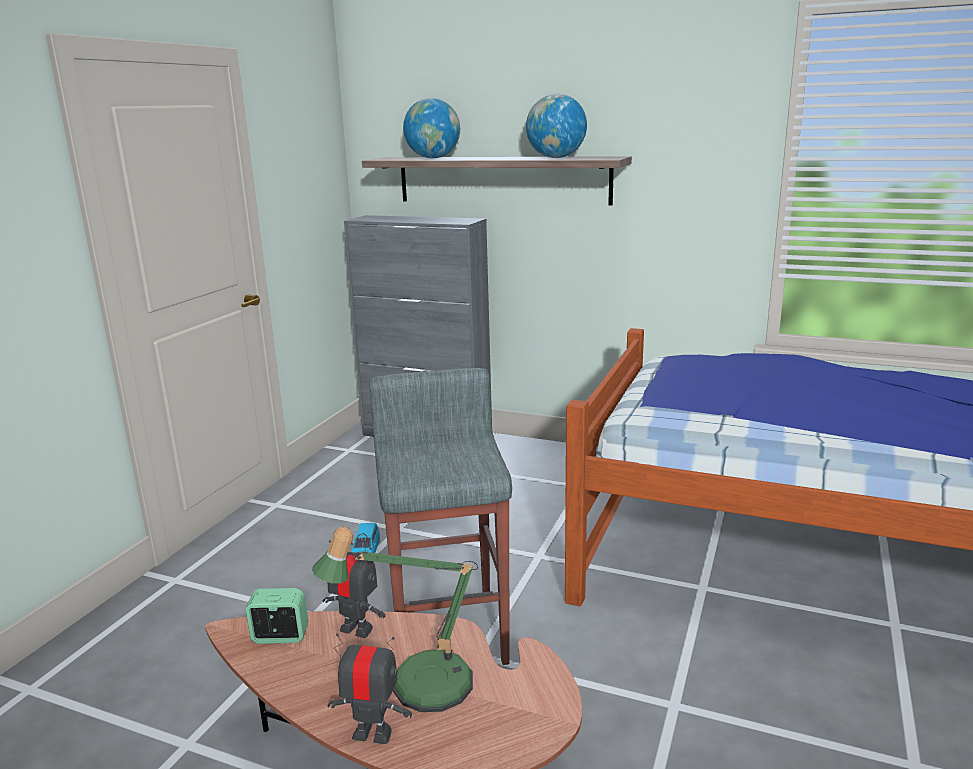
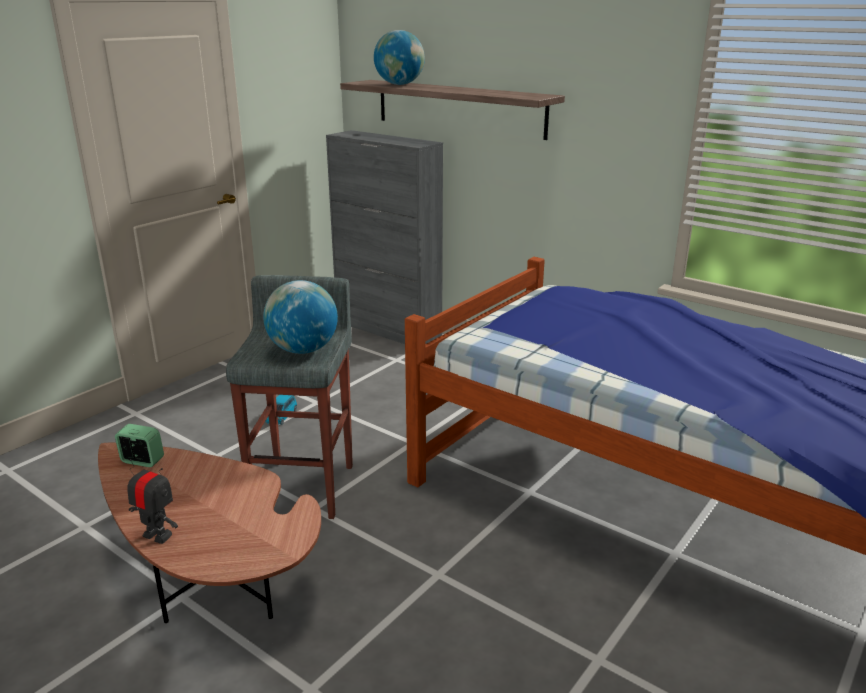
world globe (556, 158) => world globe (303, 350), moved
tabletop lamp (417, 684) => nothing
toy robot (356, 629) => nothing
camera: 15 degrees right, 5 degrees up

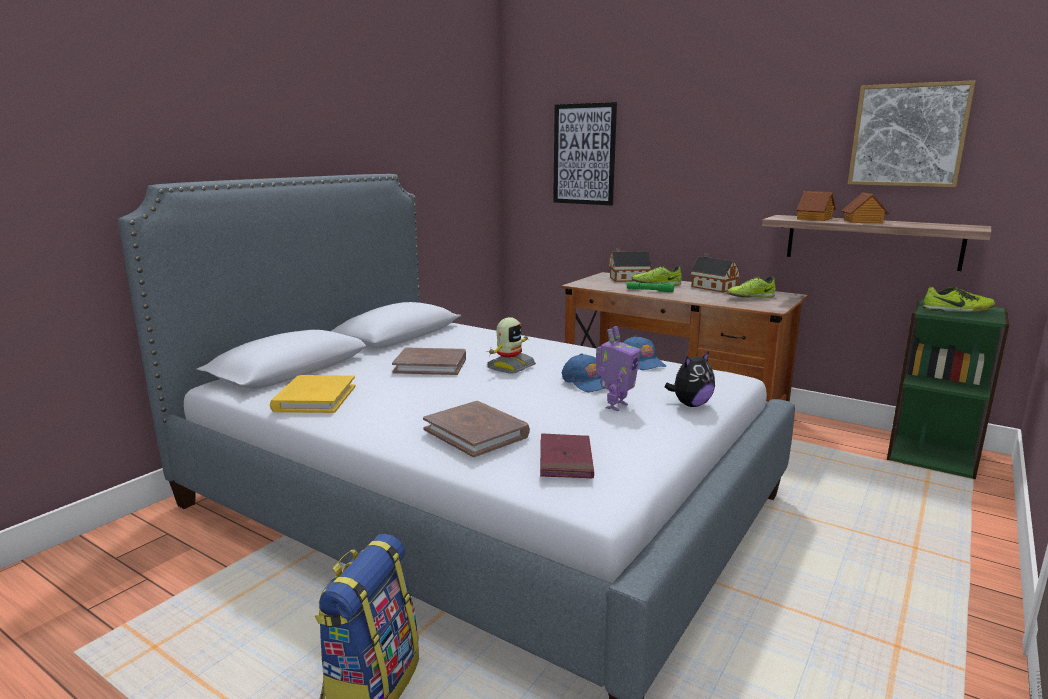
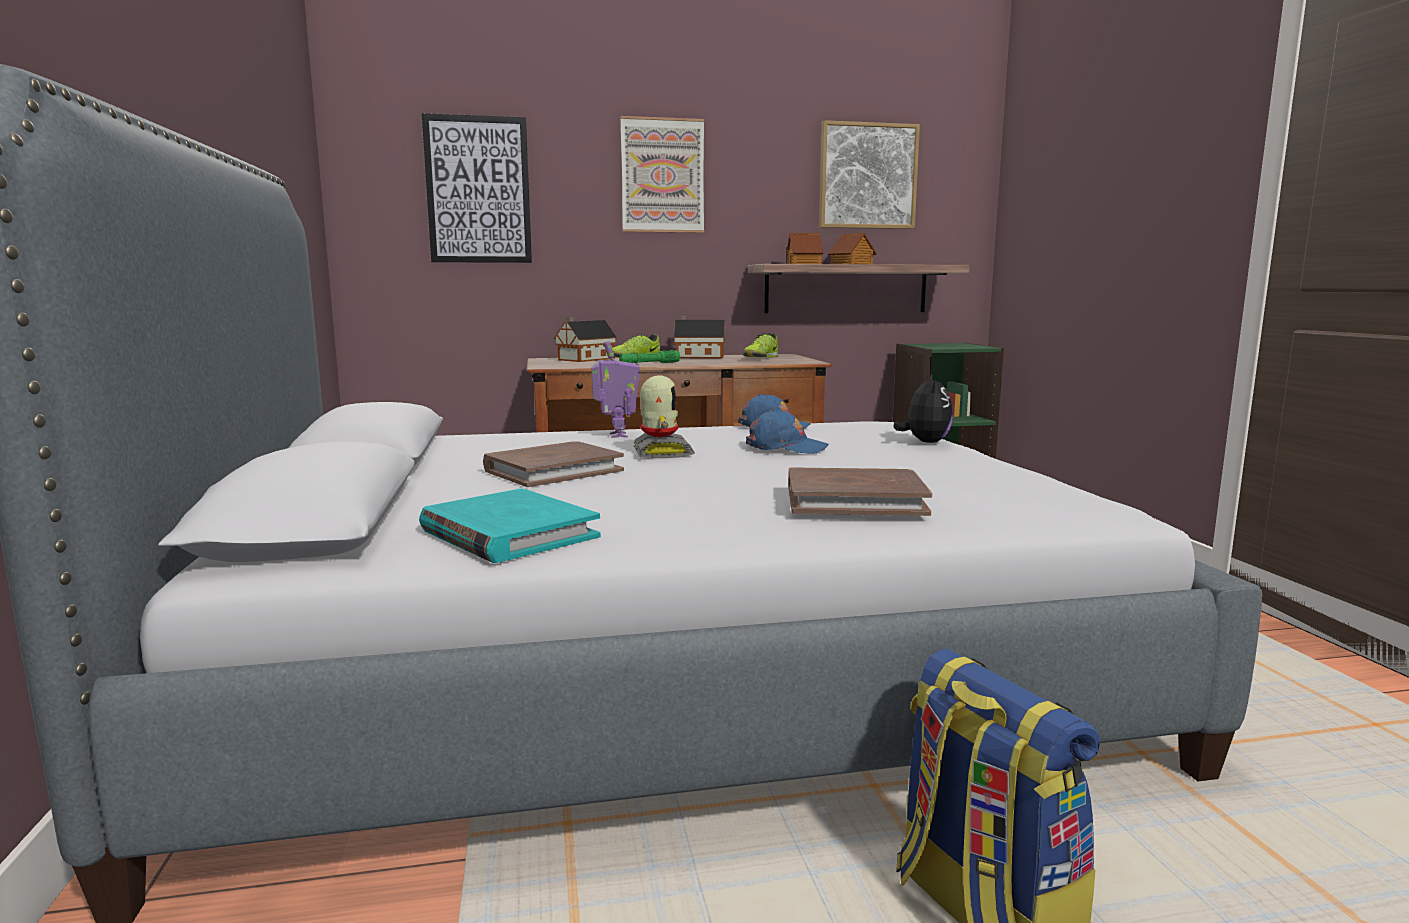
low shoe (957, 310) => nothing
toy robot (615, 406) => toy robot (616, 435), moved
yellowish bound book (315, 398) => turquoise bound book (508, 533)
red bound book (565, 460) => nothing
nothing => picture (662, 176)
camera: 45 degrees left, 5 degrees down

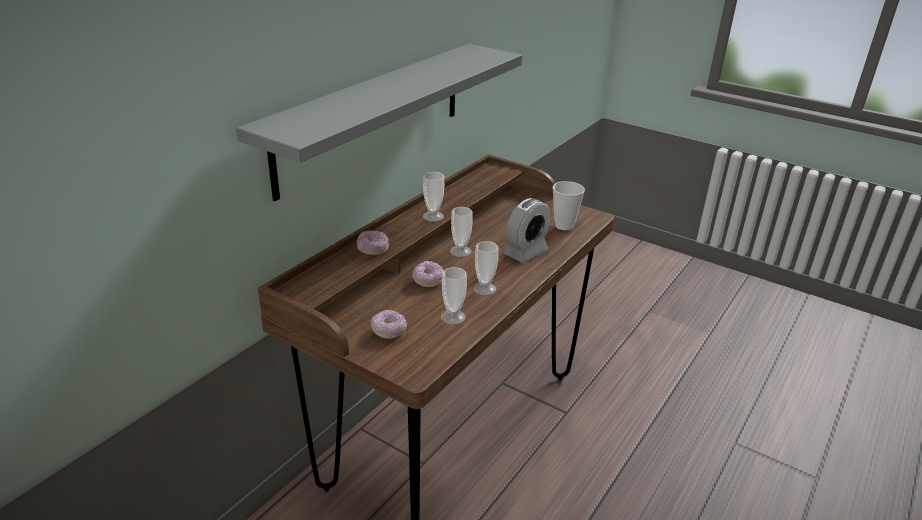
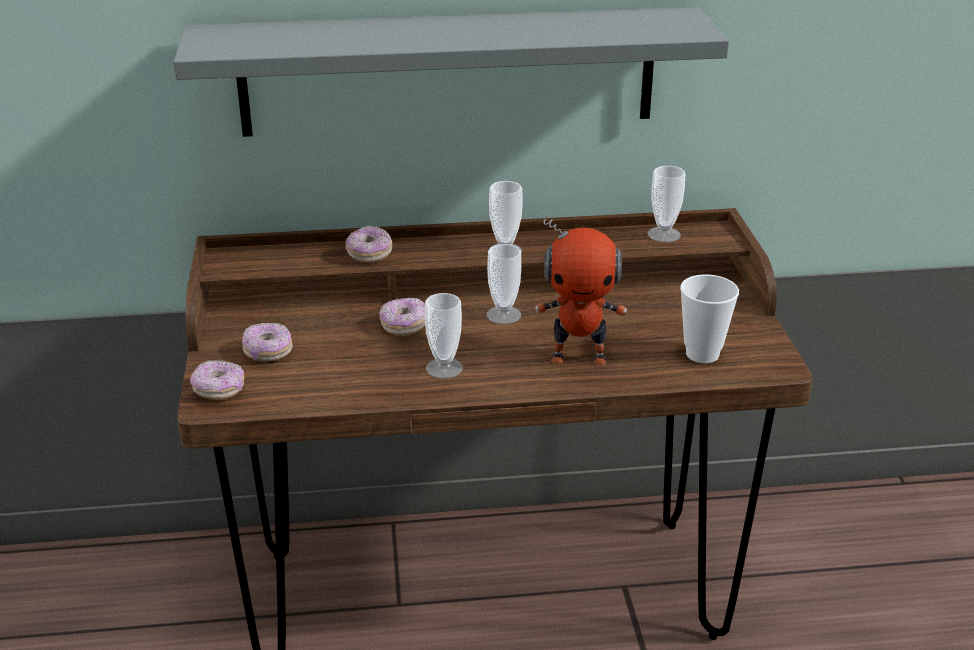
alarm clock (526, 252) => toy robot (578, 357)
small cup (453, 317) => small cup (664, 234), moved
nothing => ring doughnut (219, 390)
camera: 50 degrees right, 0 degrees up

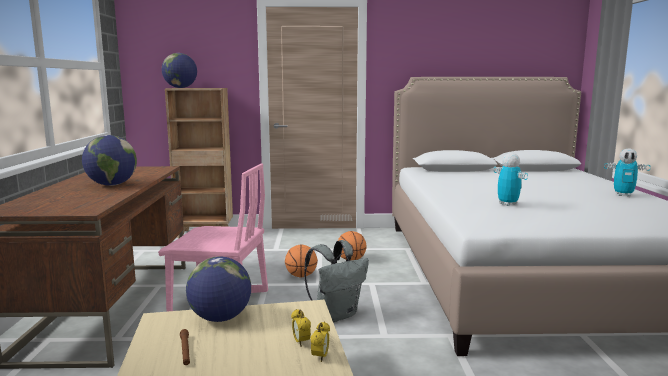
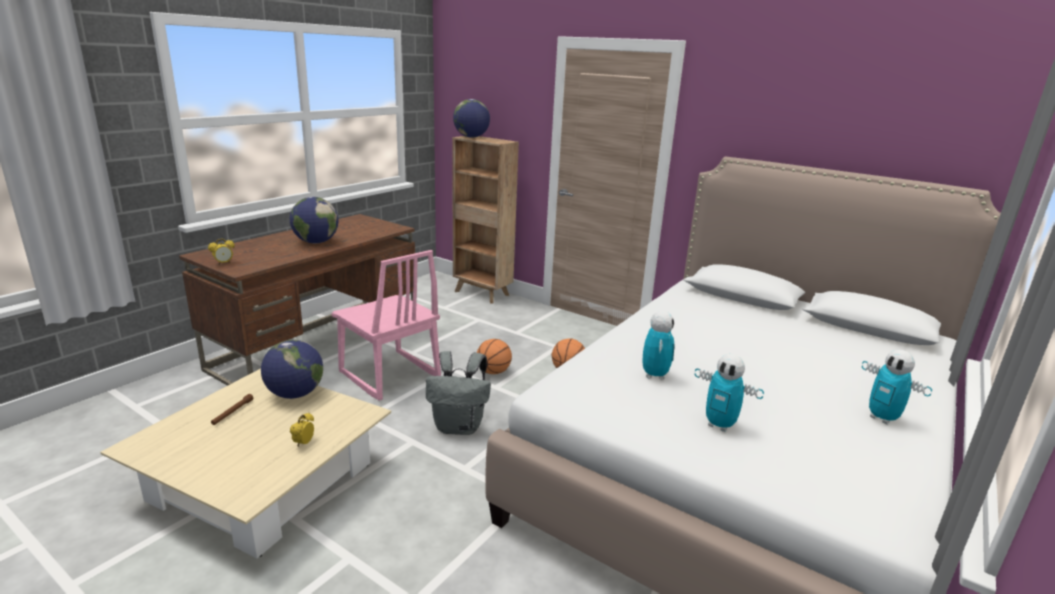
alarm clock (320, 357) => alarm clock (224, 263), moved
nothing => toy robot (719, 425)
camera: 35 degrees right, 10 degrees up

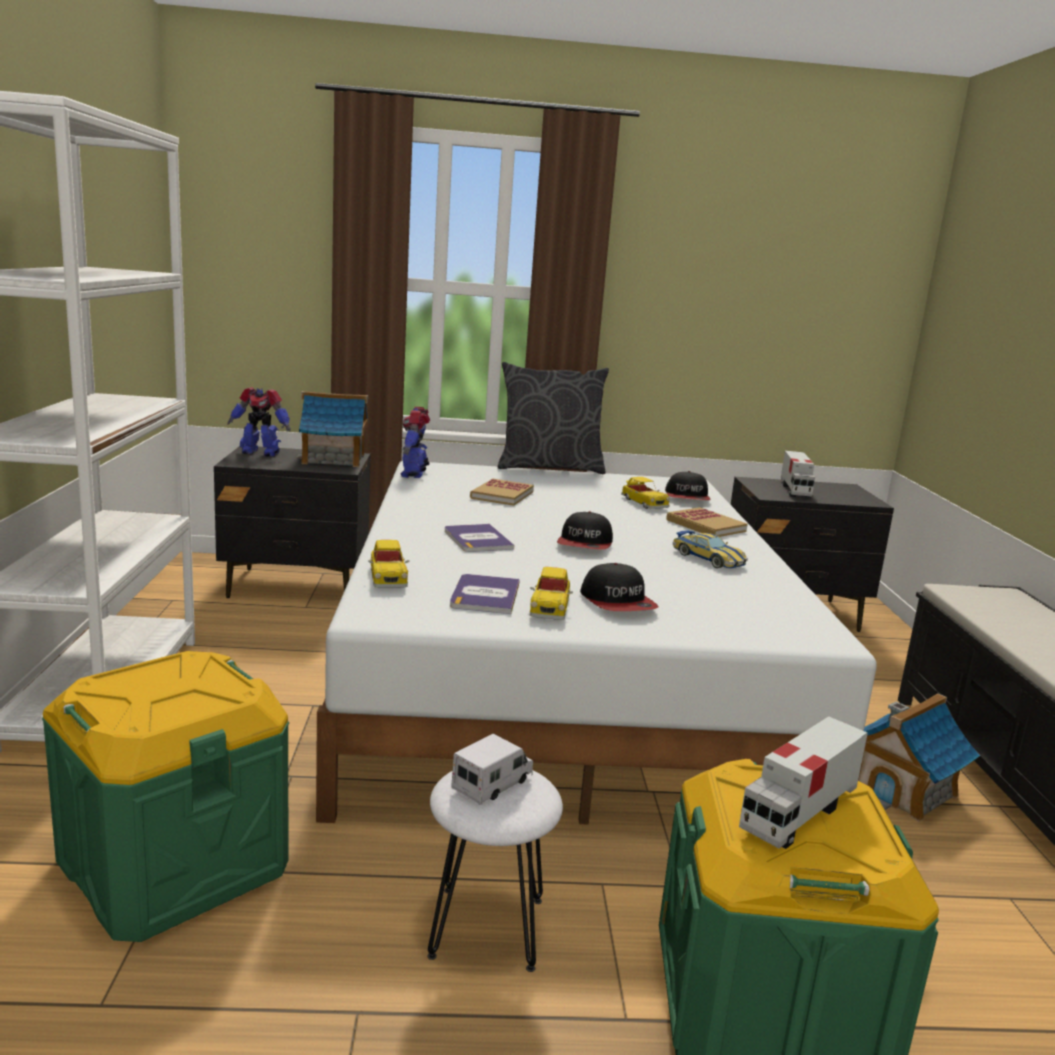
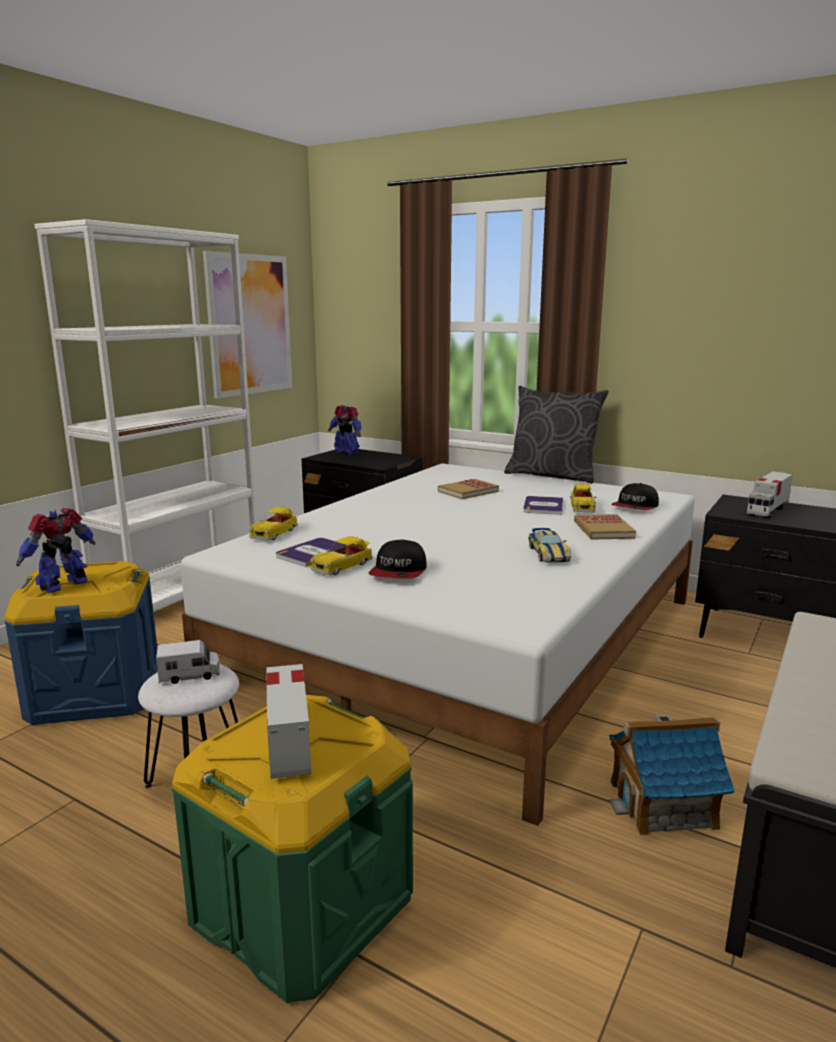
miniature house (334, 459) => nothing
toy robot (414, 473) => toy robot (65, 585), moved
baseball cap (585, 544) => nothing
bound book (477, 539) => bound book (543, 506), moved
green-coloured storage container (174, 864) => blue storage container (96, 692)
toy truck (798, 813) => toy truck (288, 739), 90 degrees clockwise
nothing => picture (249, 325)
camera: 35 degrees right, 0 degrees up

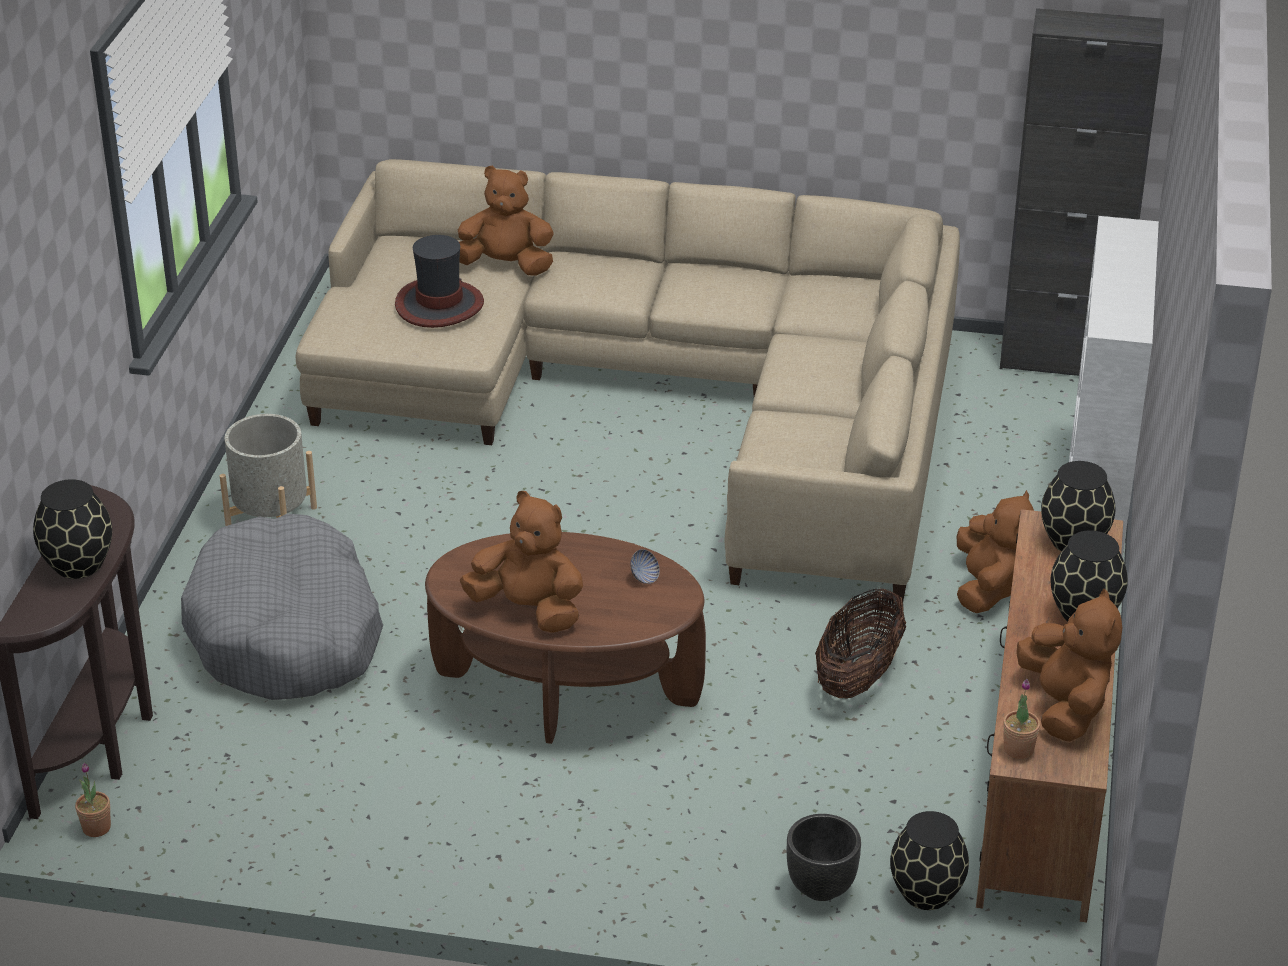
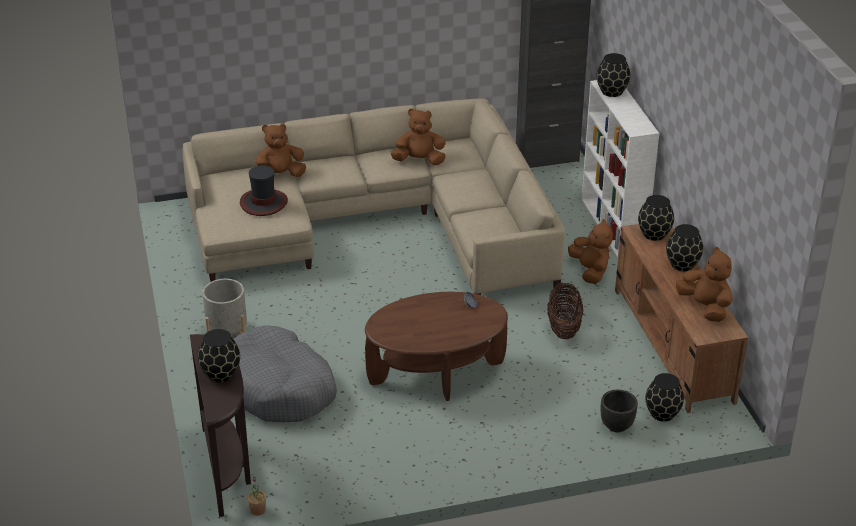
brownish soft toy (528, 610) => brownish soft toy (419, 161), moved
plant in a pot (1018, 749) => nothing
nothing => black flower vase (611, 91)
camera: 25 degrees left, 0 degrees up

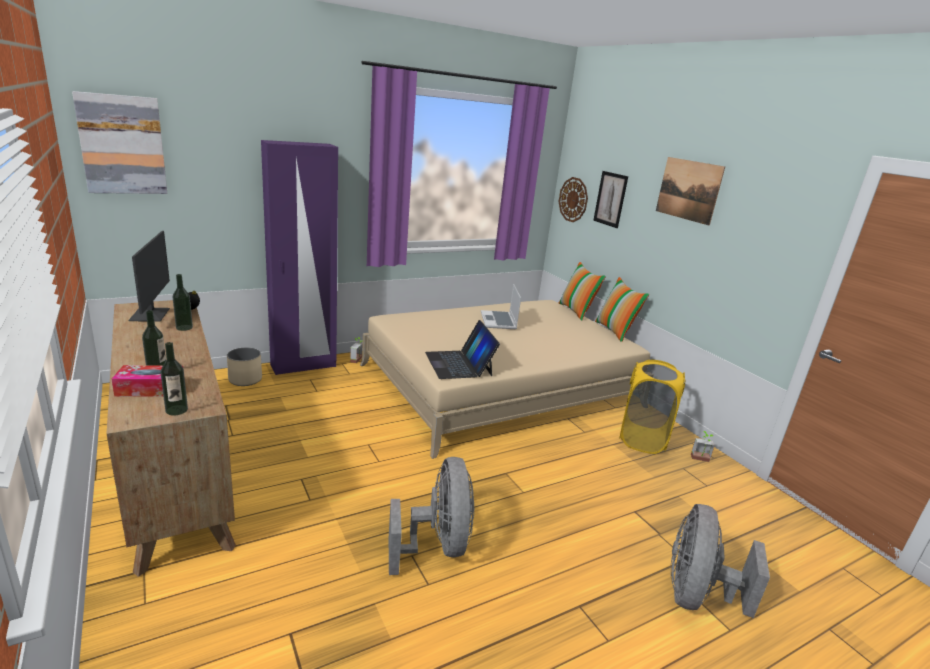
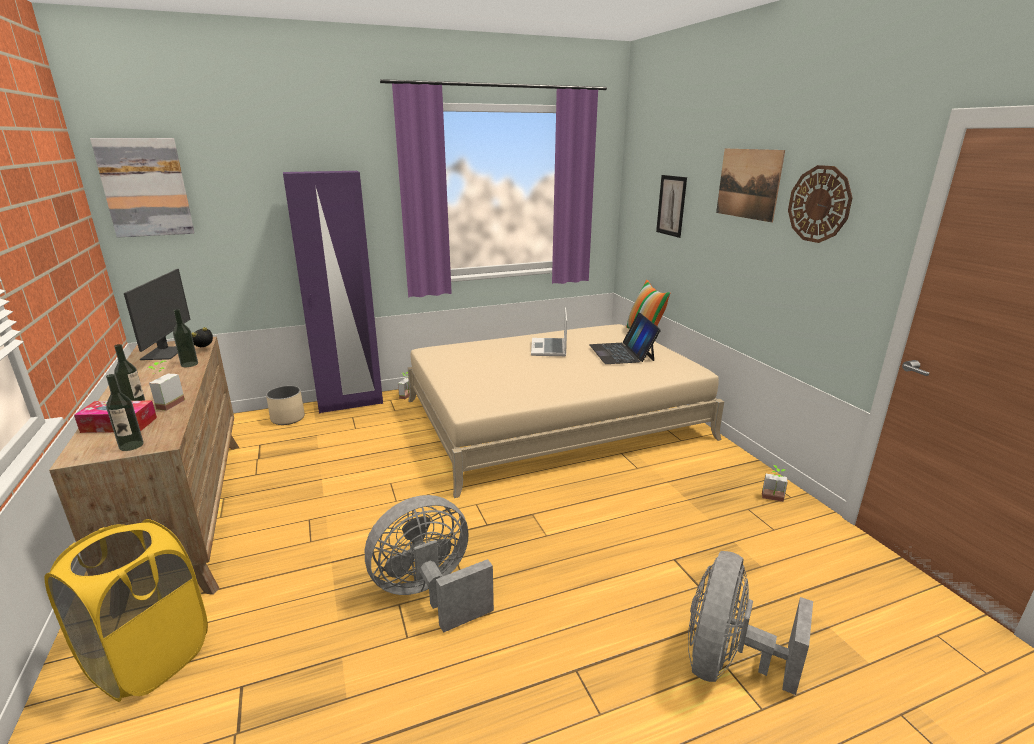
wall clock (573, 199) => wall clock (819, 204), moved
pillow (615, 331) => nothing
portable computer (459, 364) => portable computer (622, 353), moved
yellowish laundry basket (642, 439) => yellowish laundry basket (149, 659), moved
gray fan (437, 545) => gray fan (430, 594), 120 degrees counterclockwise
nothing => plant in a pot (166, 404)
camera: 10 degrees right, 0 degrees up

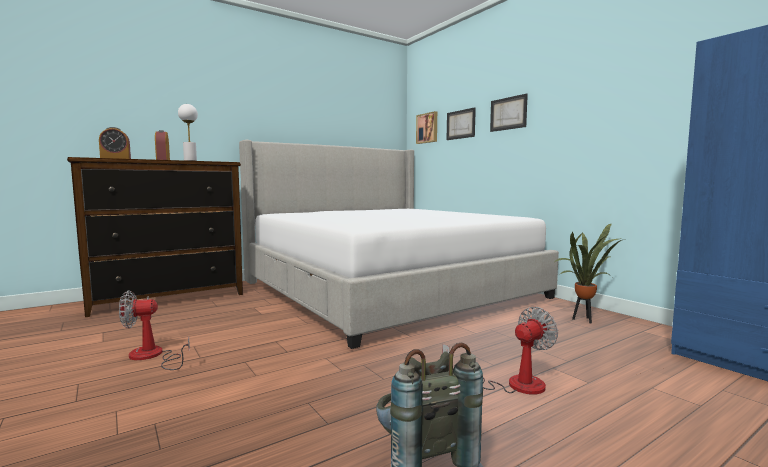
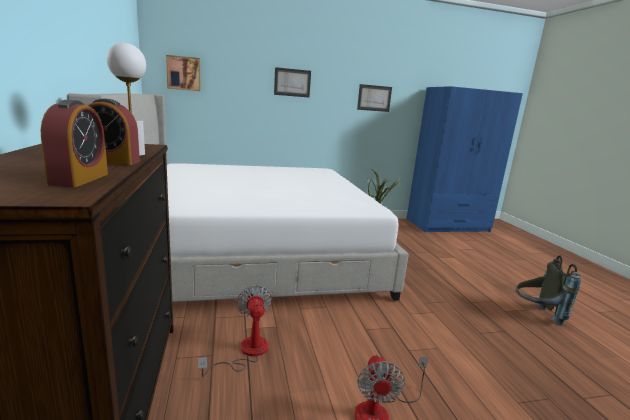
picture (460, 124) => picture (374, 98), moved
fan (512, 384) => fan (246, 352), moved
camera: 70 degrees left, 10 degrees up

